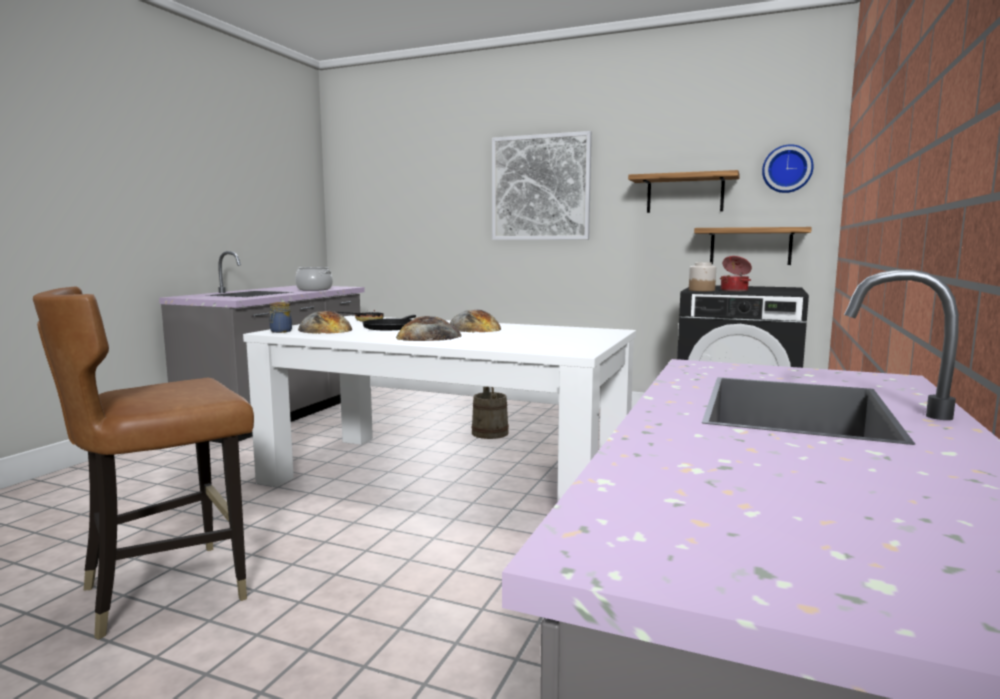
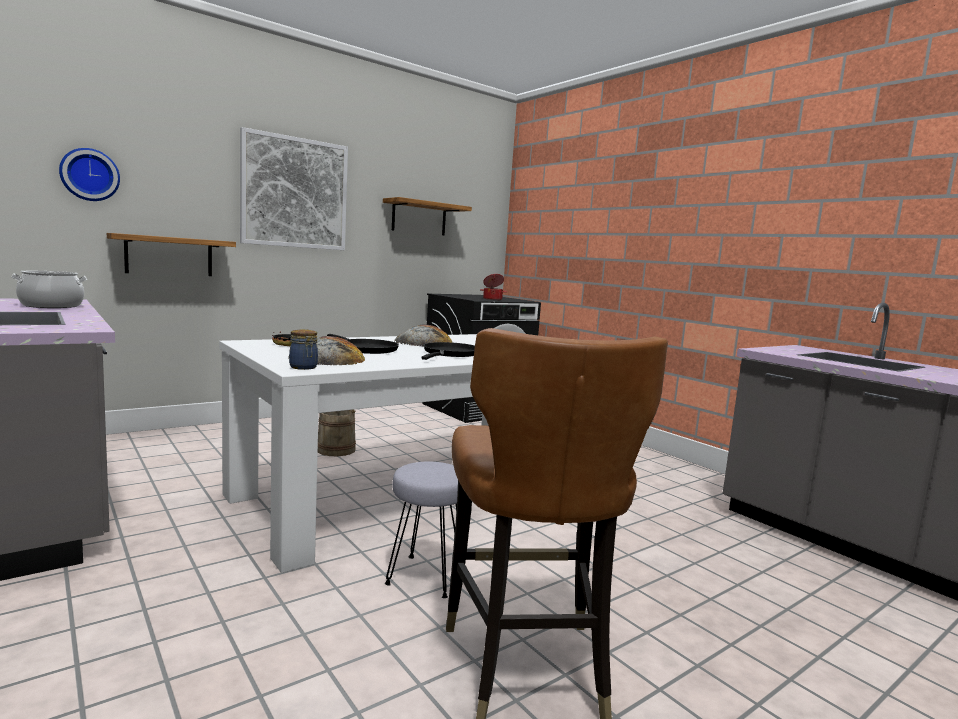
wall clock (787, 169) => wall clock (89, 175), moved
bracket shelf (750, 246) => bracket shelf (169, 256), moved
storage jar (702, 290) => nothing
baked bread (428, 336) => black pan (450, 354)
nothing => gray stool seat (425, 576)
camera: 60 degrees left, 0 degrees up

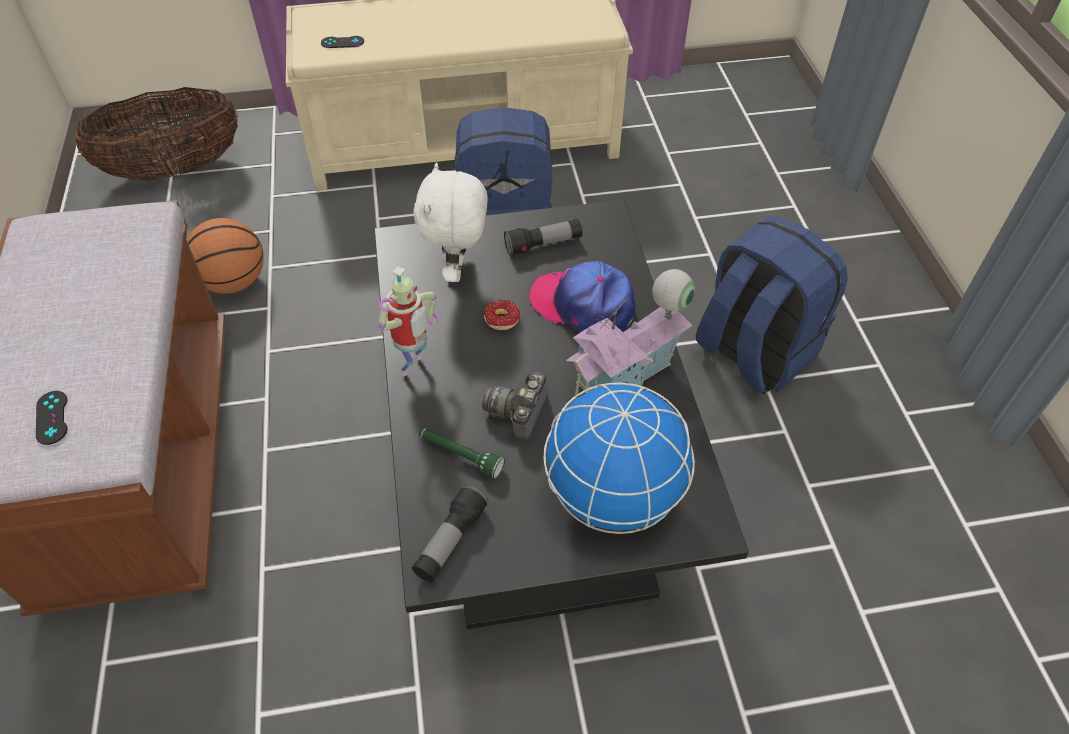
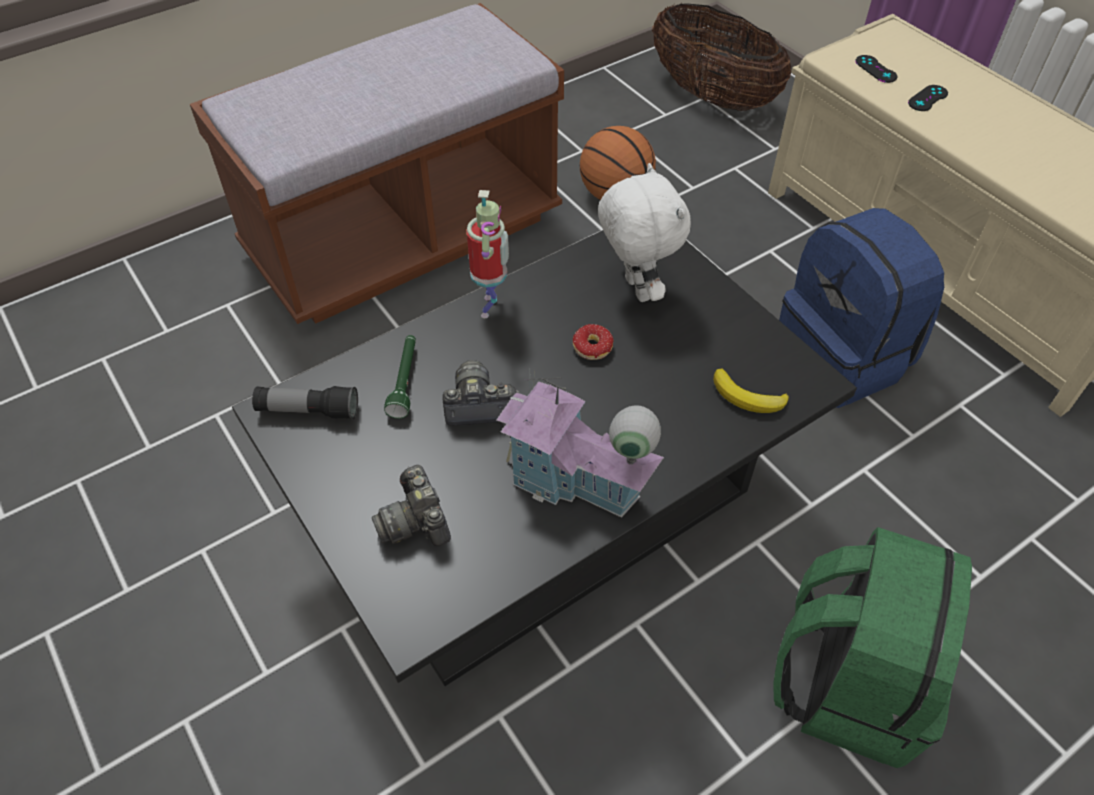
whitish soft toy (458, 271) => whitish soft toy (635, 289), 90 degrees clockwise
blue knapsack (752, 353) => green-coloured knapsack (847, 682)
flashlight (543, 244) => nothing
baseball cap (583, 305) => nothing
toy robot (414, 367) => toy robot (491, 307), 90 degrees counterclockwise
world globe (613, 494) => still camera (415, 521)
black joypad (52, 417) => black joypad (927, 98), moved
nothing => banana fruit (747, 397)
camera: 65 degrees right, 0 degrees up

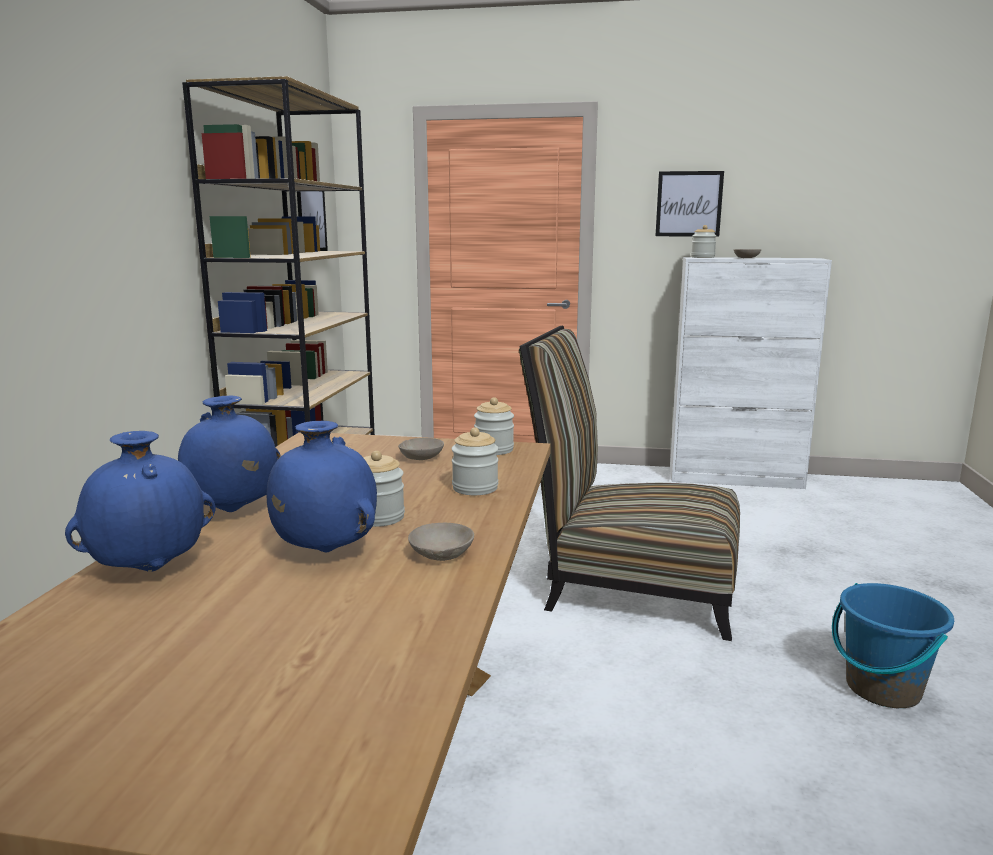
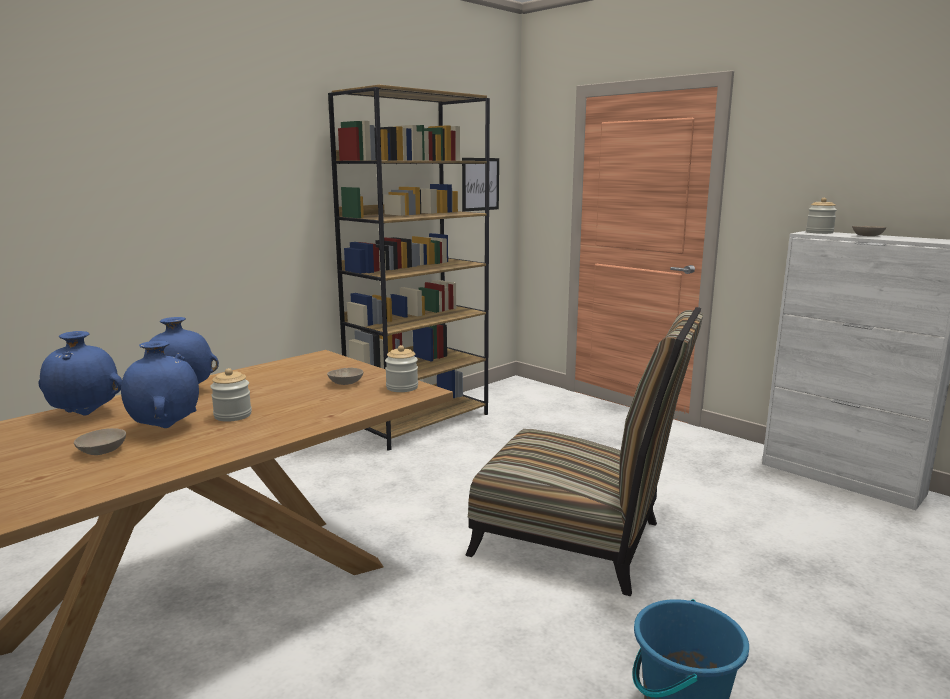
picture (689, 204) => nothing
plain chair (630, 586) => plain chair (579, 542), 150 degrees clockwise
storage jar (475, 488) => nothing
beige-coloured bowl (442, 553) => beige-coloured bowl (104, 450), moved
camera: 35 degrees right, 0 degrees up

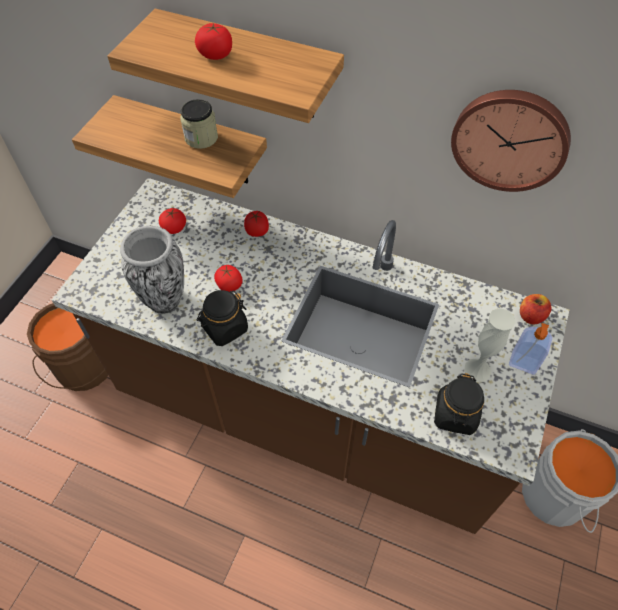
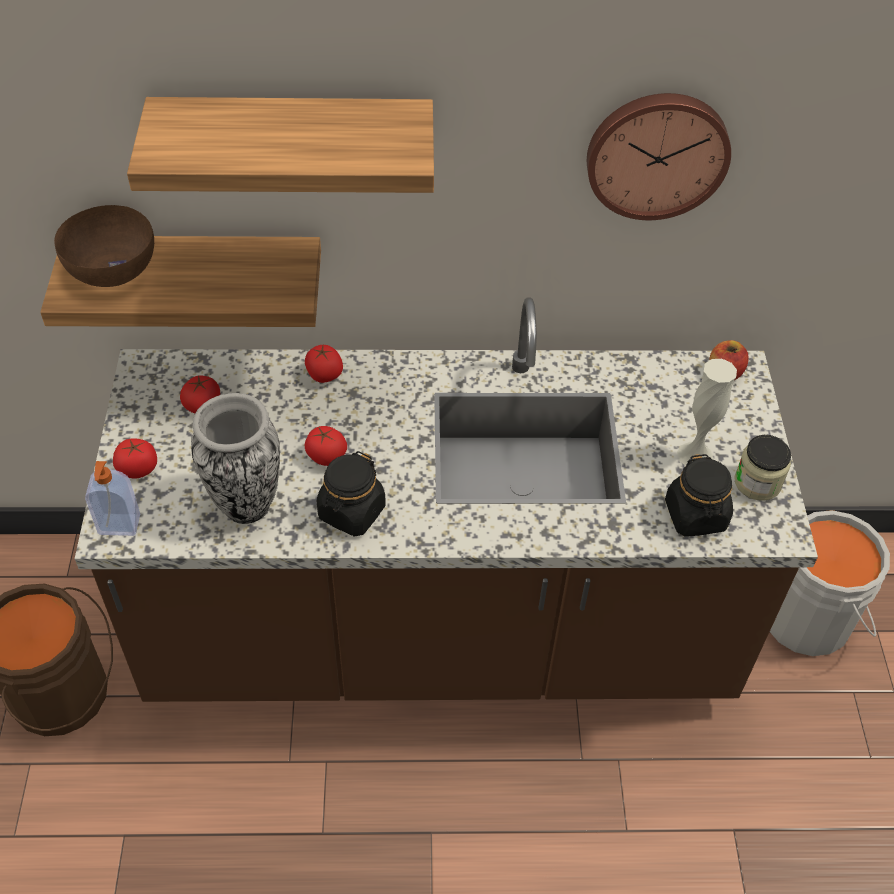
fresh tomato (215, 54) => fresh tomato (138, 469), moved
storage jar (201, 138) => storage jar (757, 482), moved
soap dispenser (523, 363) => soap dispenser (119, 526), moved
nothing => brownish bowl (111, 268)
camera: 25 degrees left, 5 degrees down

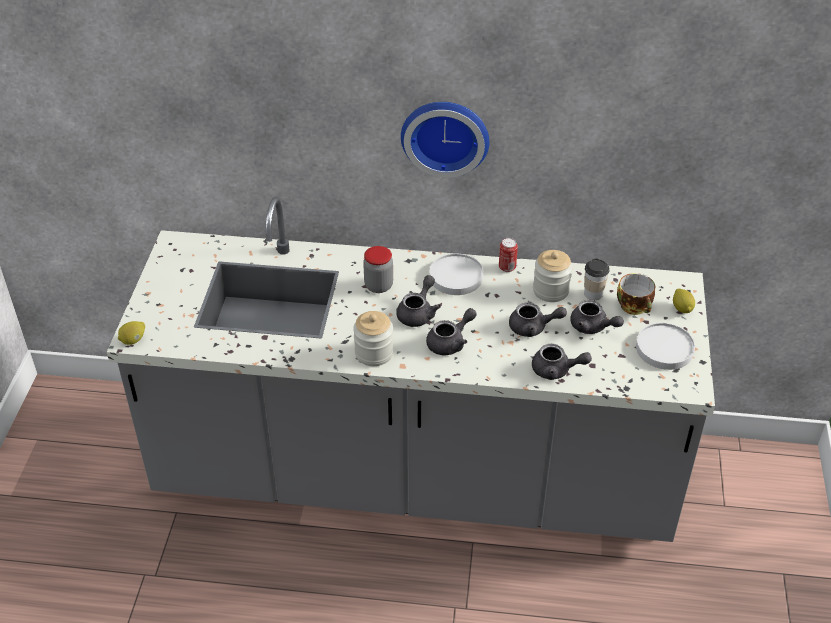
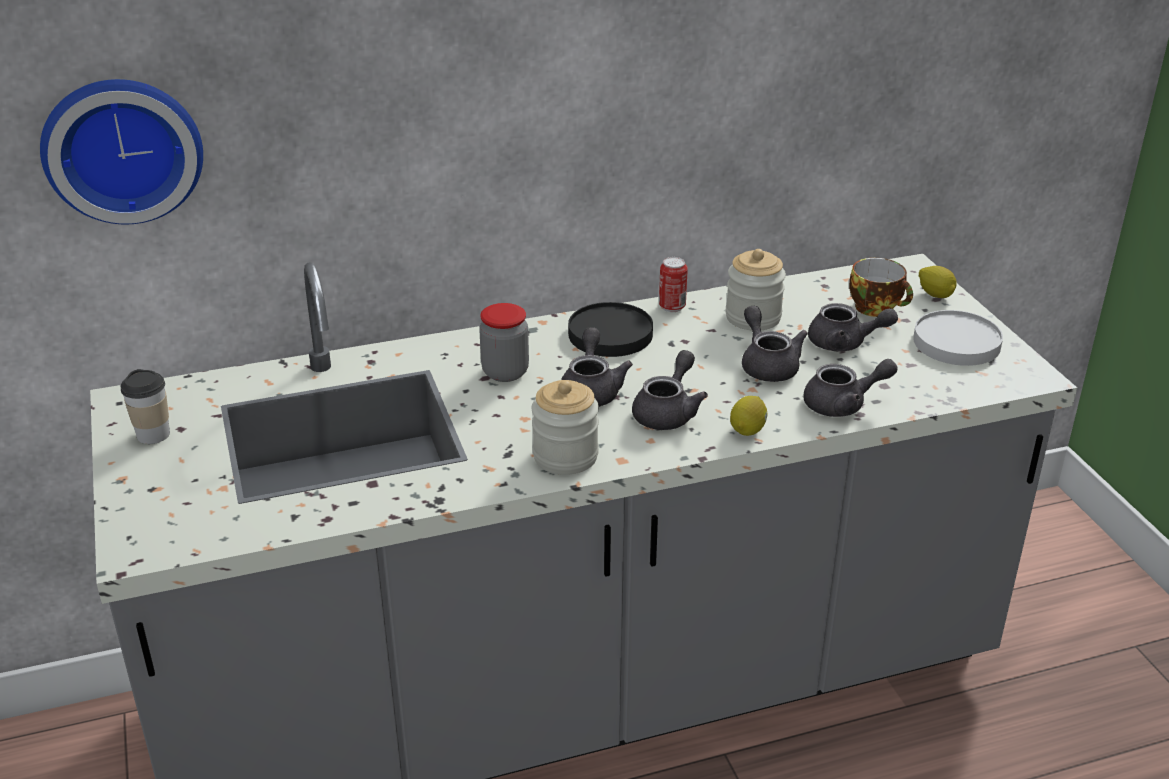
wall clock (445, 135) => wall clock (122, 148), moved
whitish plate (456, 276) => black plate (610, 334)
small cup (593, 294) => small cup (153, 434), moved
gray tea pot (533, 328) => gray tea pot (767, 364), 90 degrees counterclockwise
whole lemon (133, 340) => whole lemon (748, 430), moved
camera: 25 degrees left, 10 degrees down

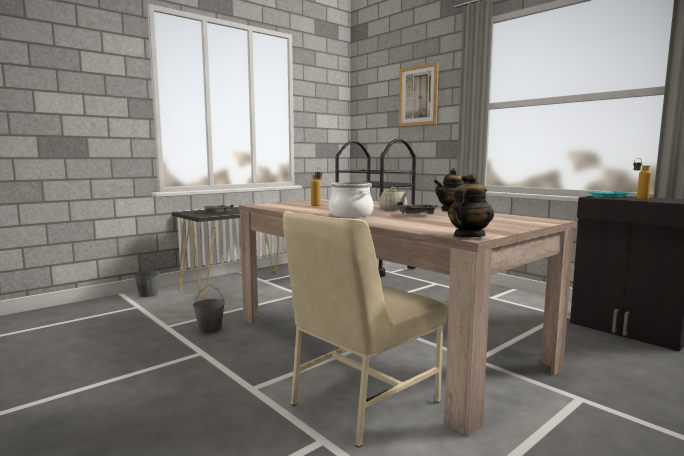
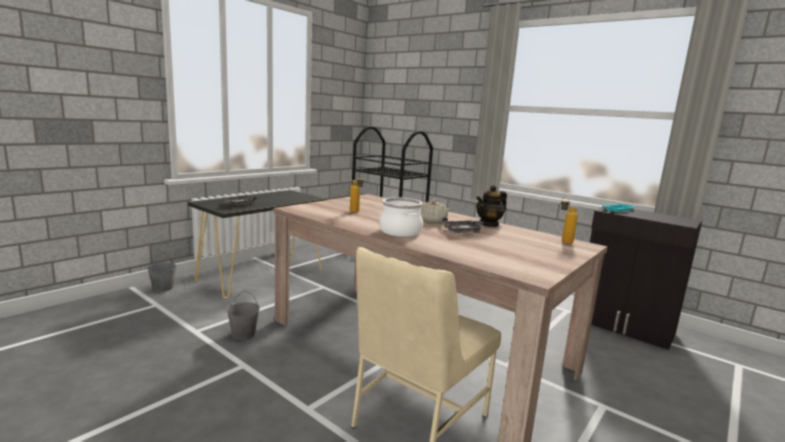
picture (418, 95) => nothing
beverage bottle (638, 199) => beverage bottle (563, 241), moved
tea pot (468, 236) => nothing
camera: 10 degrees left, 5 degrees up

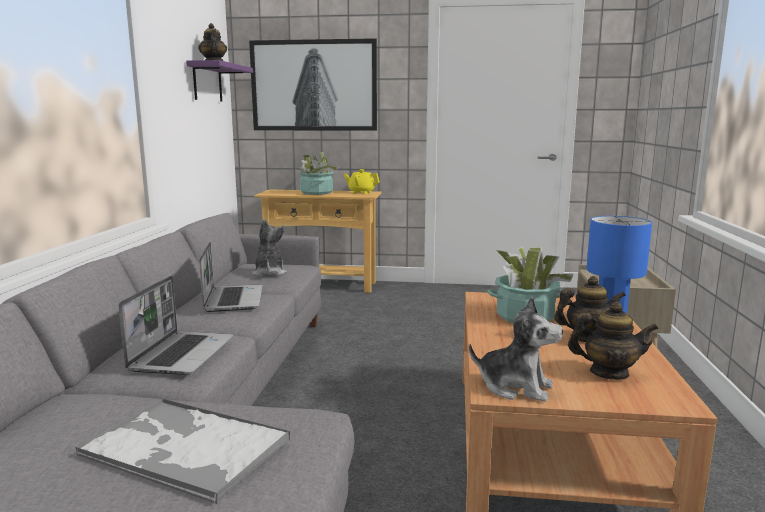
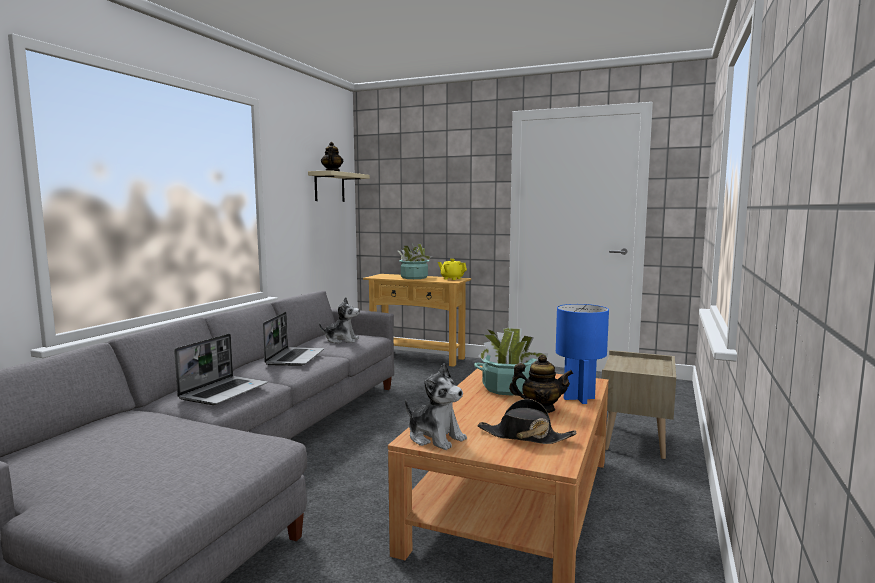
picture (313, 85) => nothing
purplish bracket shelf (207, 82) => beige-coloured bracket shelf (329, 187)
soft toy (269, 273) => soft toy (341, 340), 90 degrees clockwise
tea pot (608, 373) => black hat (525, 436)
serving tray (184, 447) => nothing
camera: 15 degrees right, 5 degrees down

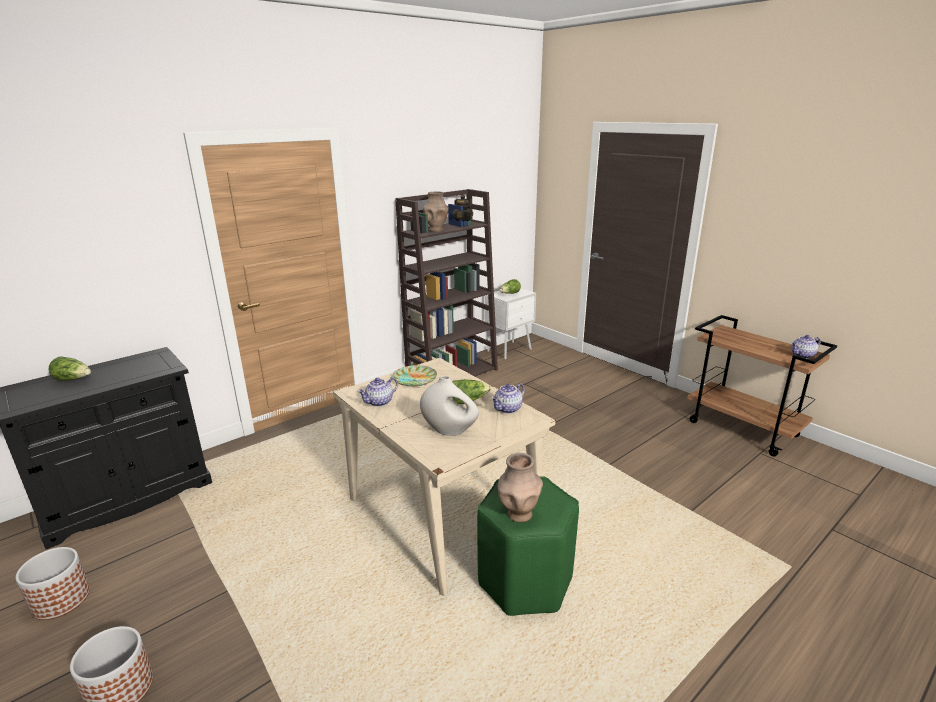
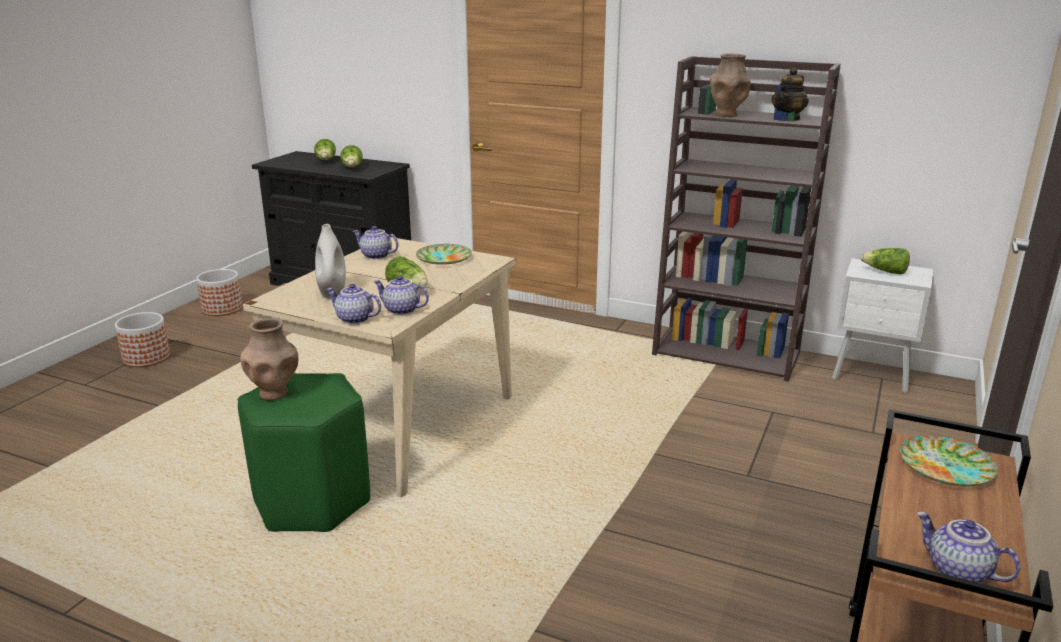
nothing => head of lettuce (352, 168)
nothing => tea pot (354, 319)
nothing => plate (946, 466)
camera: 65 degrees right, 0 degrees up

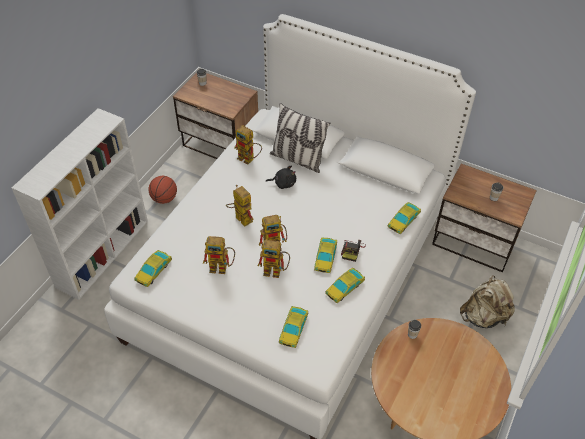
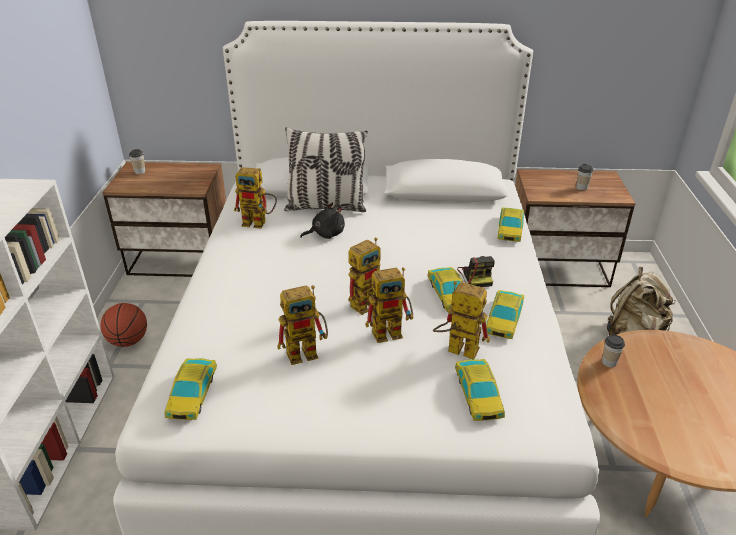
toy robot (240, 218) => toy robot (455, 350), moved
camera: 25 degrees left, 15 degrees down

